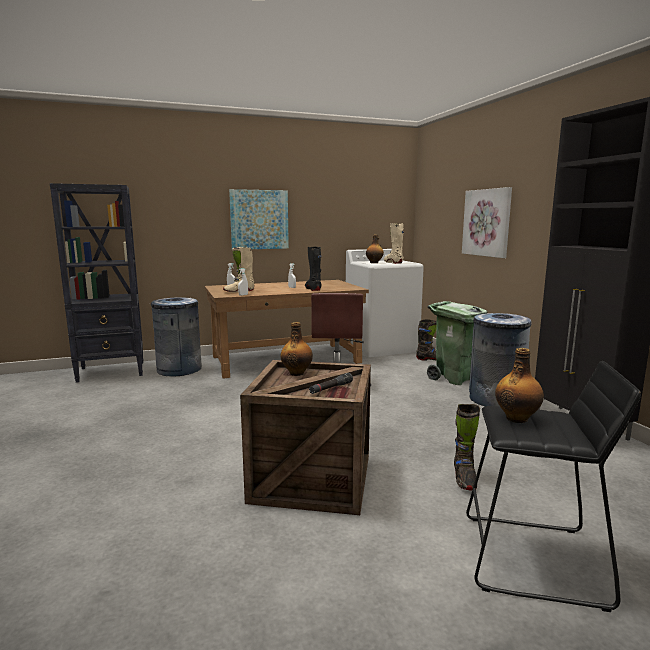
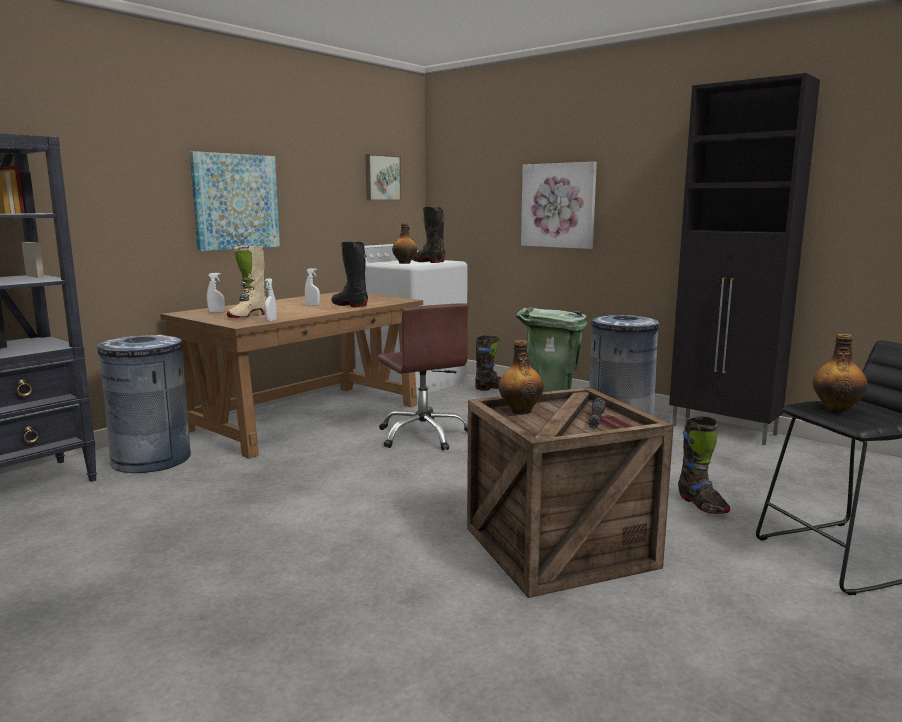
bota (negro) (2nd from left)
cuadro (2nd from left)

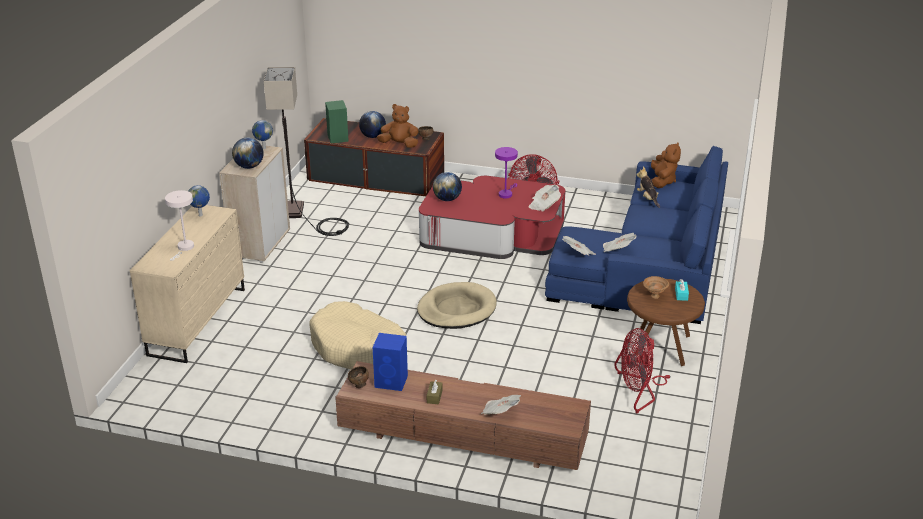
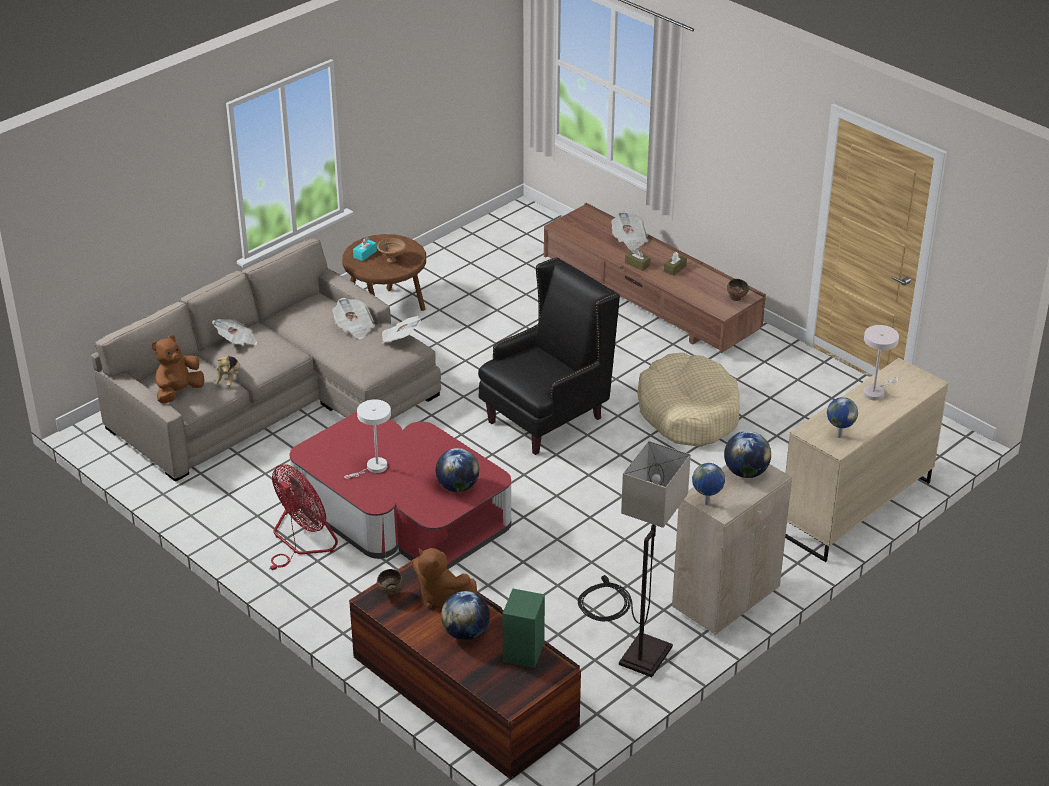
altavoz (azul)
sillón (negro)
lámpara de mesa (blanco) (1st from left)
periódico (1st from left)
sofá (beis)
ventilador (rojo) (2nd from left in the first image)
caja de pañuelos (marrón) (1st from left)

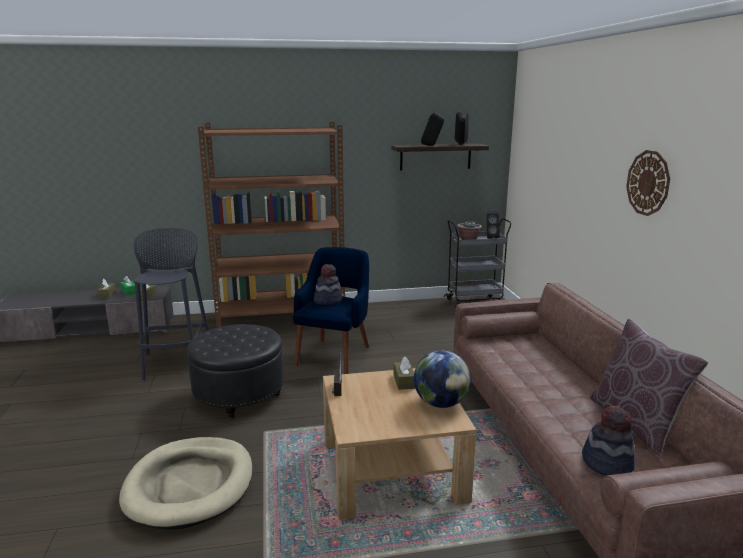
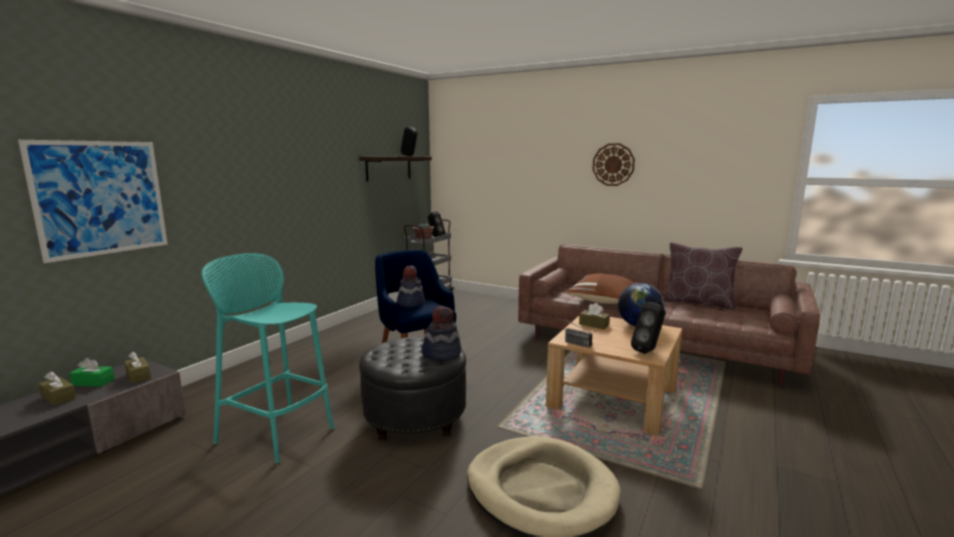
taburete (turquesa)
estantería (marrón)
altavoz (negro) (3rd from left)
sombrero (2nd from left)
cuadro
cojín (marrón) (1st from left)

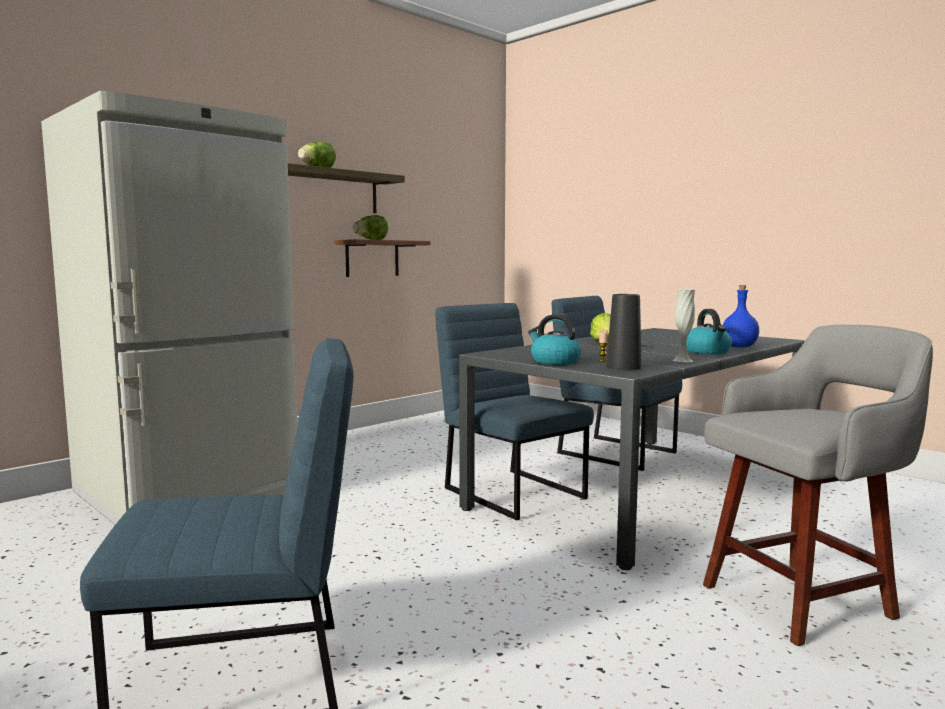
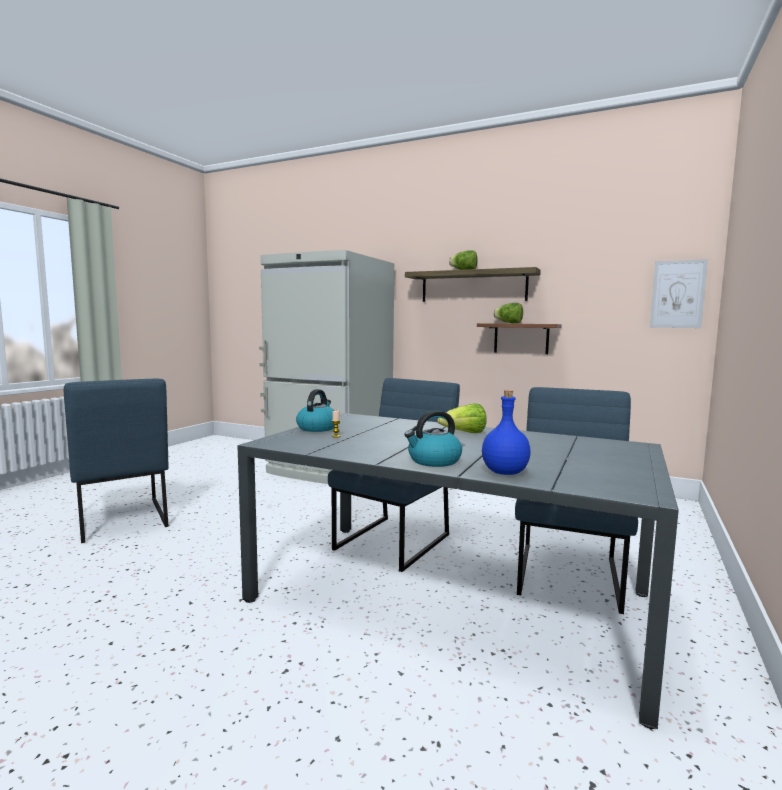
florero (negro)
florero (blanco)
taburete (gris)
cuadro

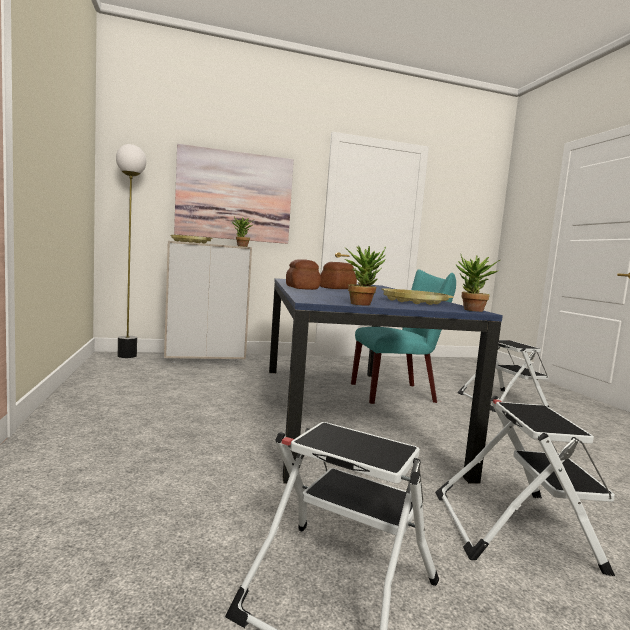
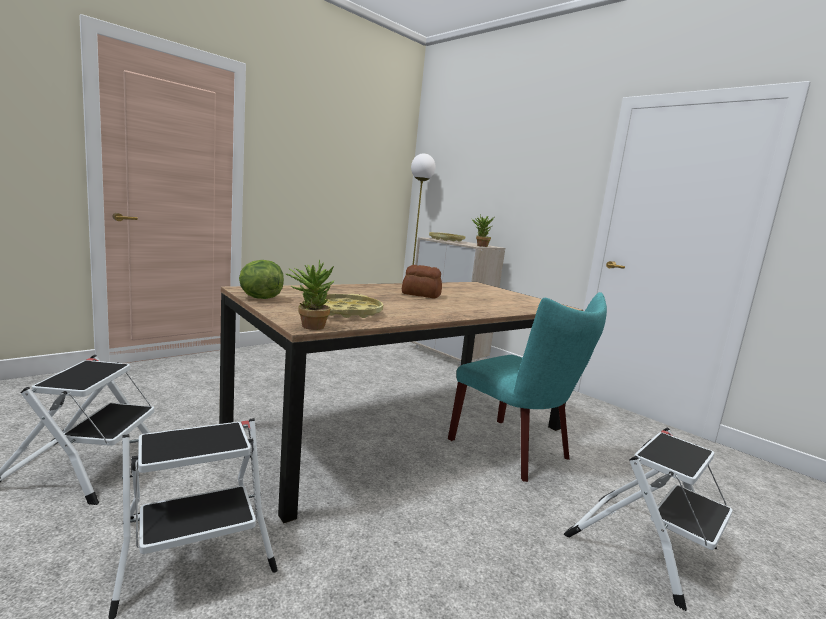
cuadro
mesa de comedor (marrón)
pan (1st from left in the first image)
lechuga

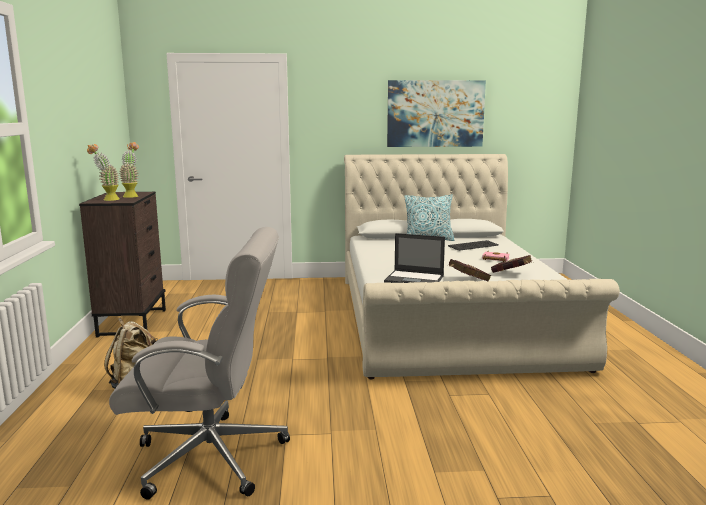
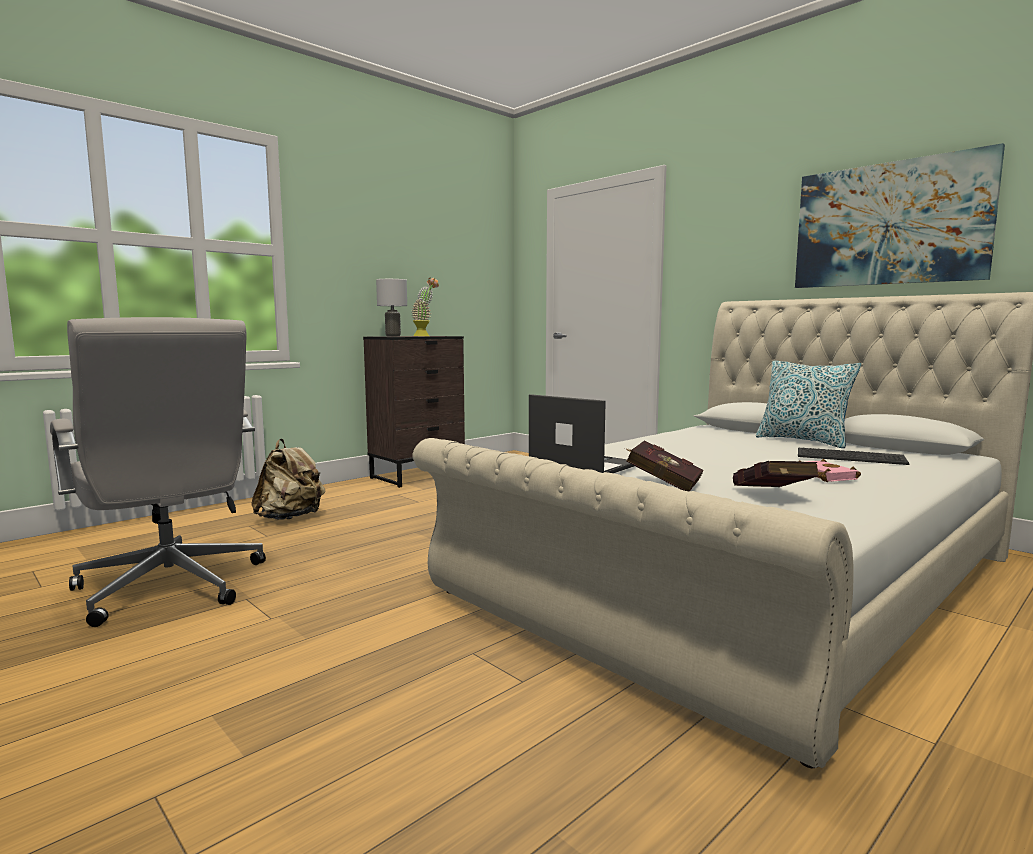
lámpara de mesa (blanco)
portátil

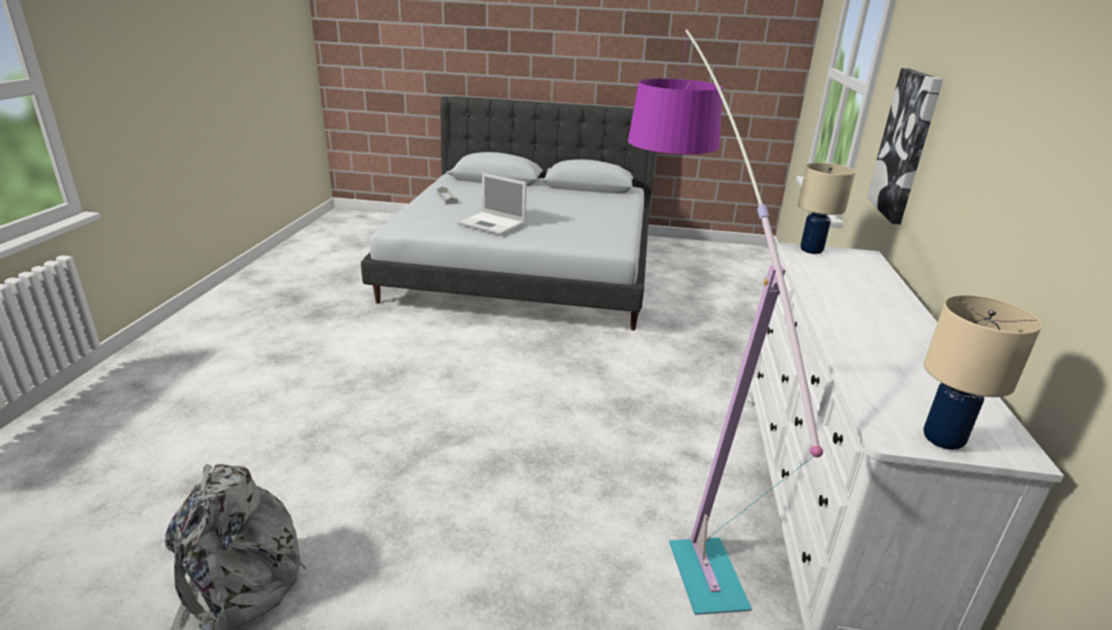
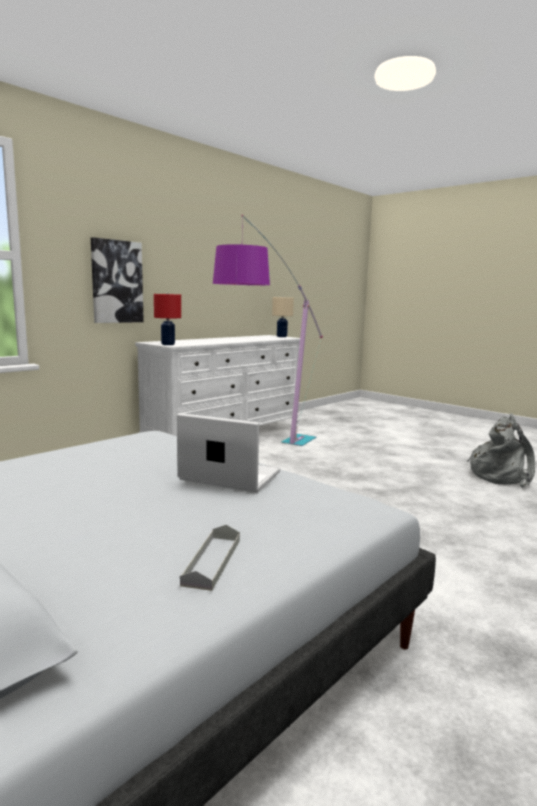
portátil
lámpara de mesa (rojo)

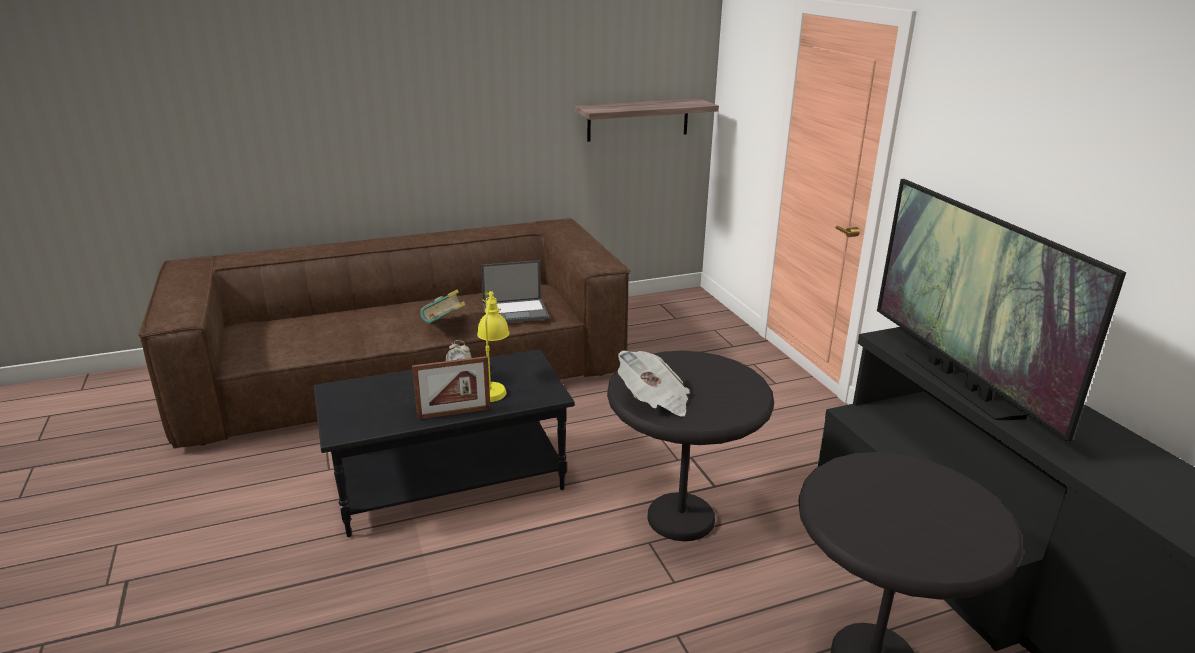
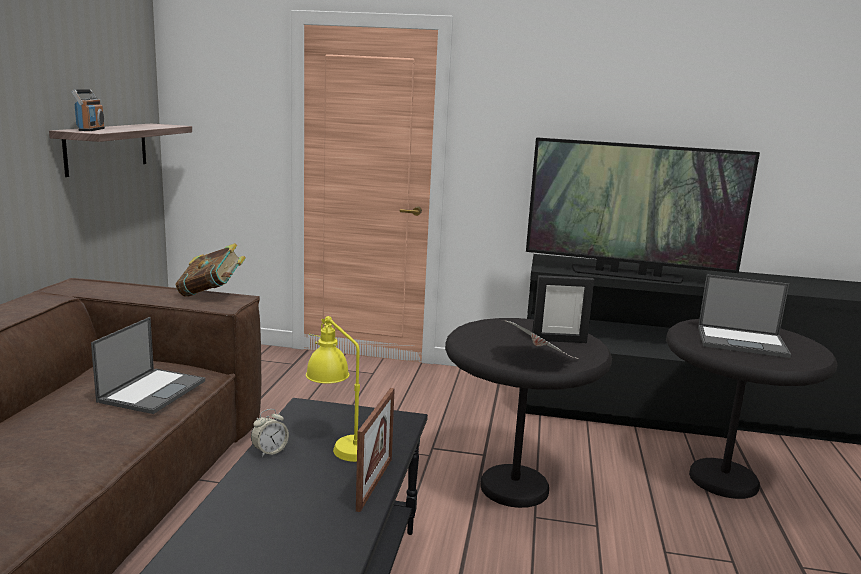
libro
radio
portarretratos (2nd from left)
portátil (2nd from left)

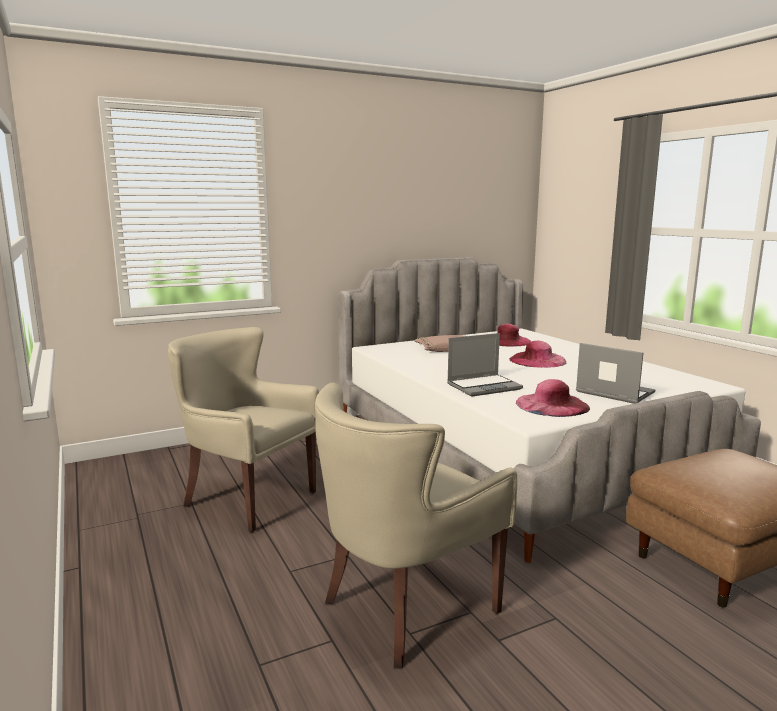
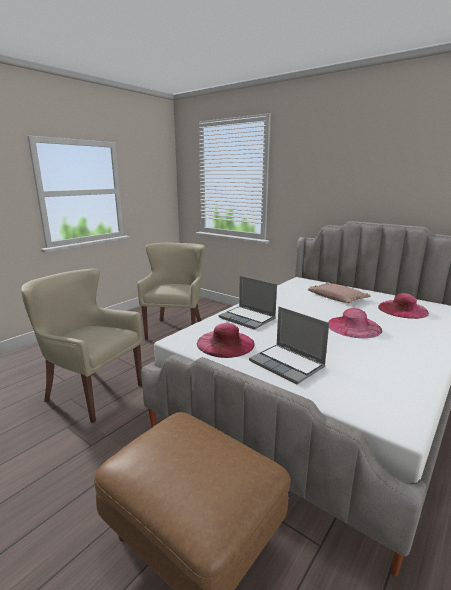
portátil (2nd from left)

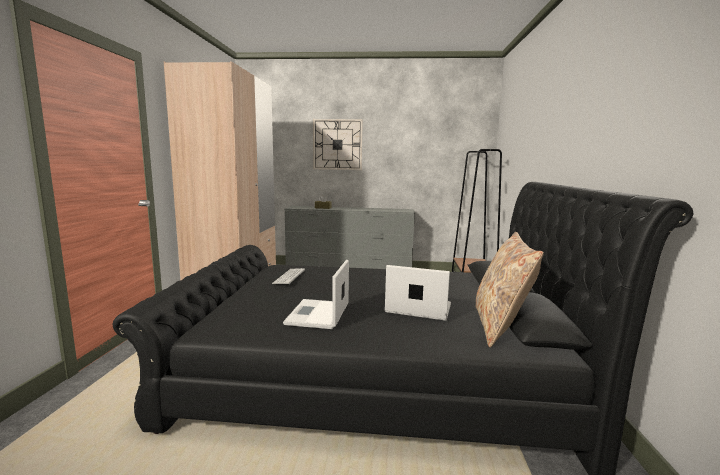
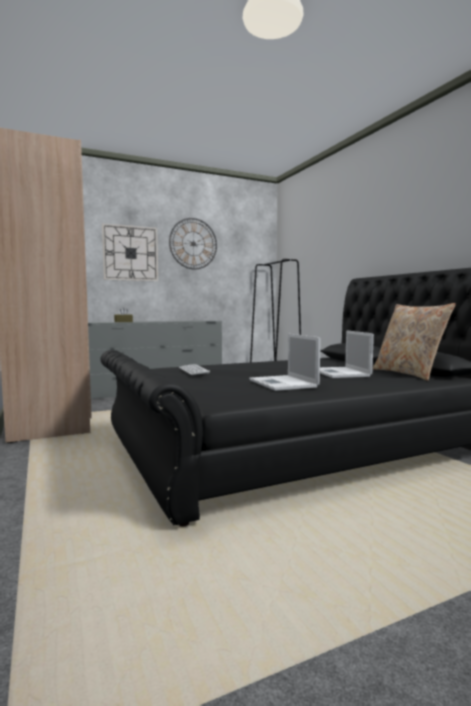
portátil (2nd from left)
reloj de pared (2nd from left)

